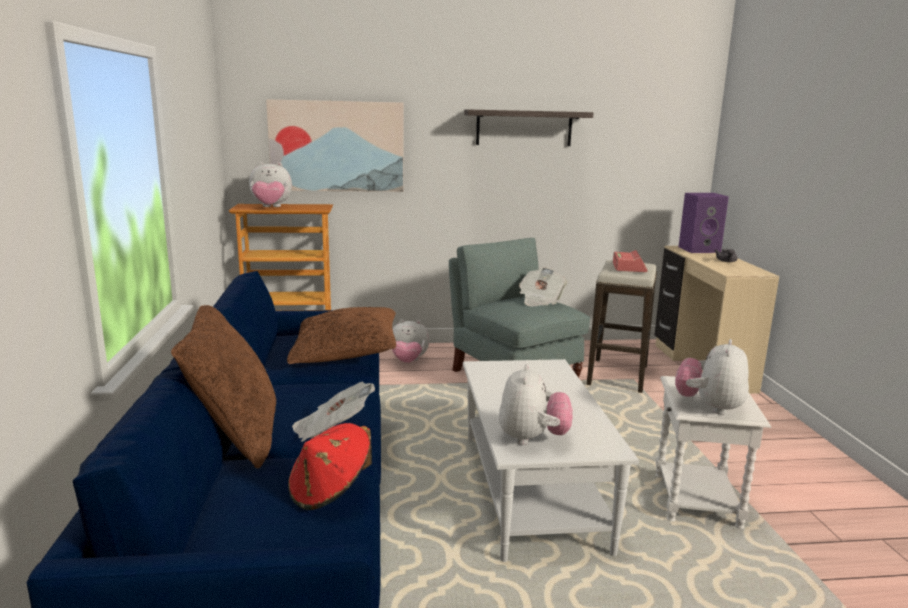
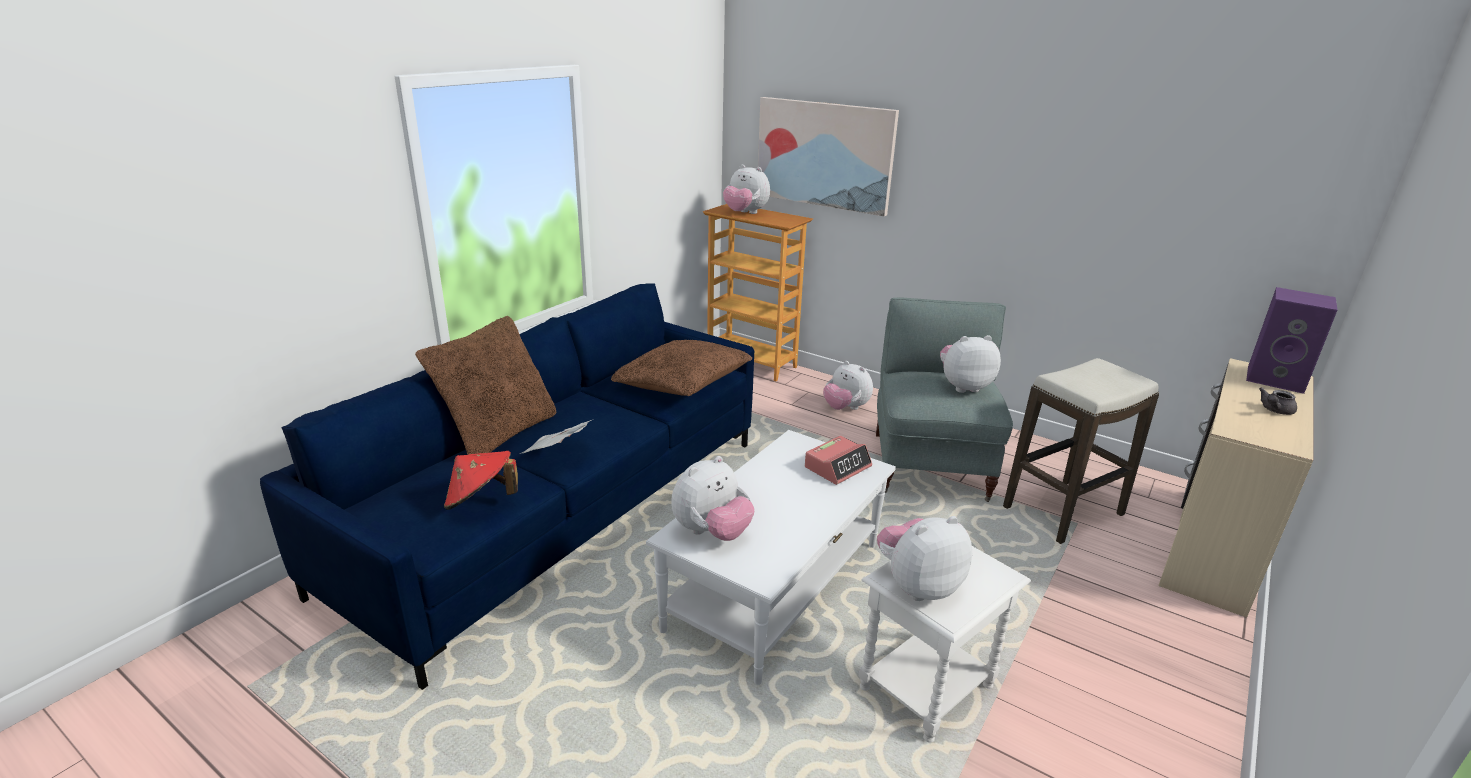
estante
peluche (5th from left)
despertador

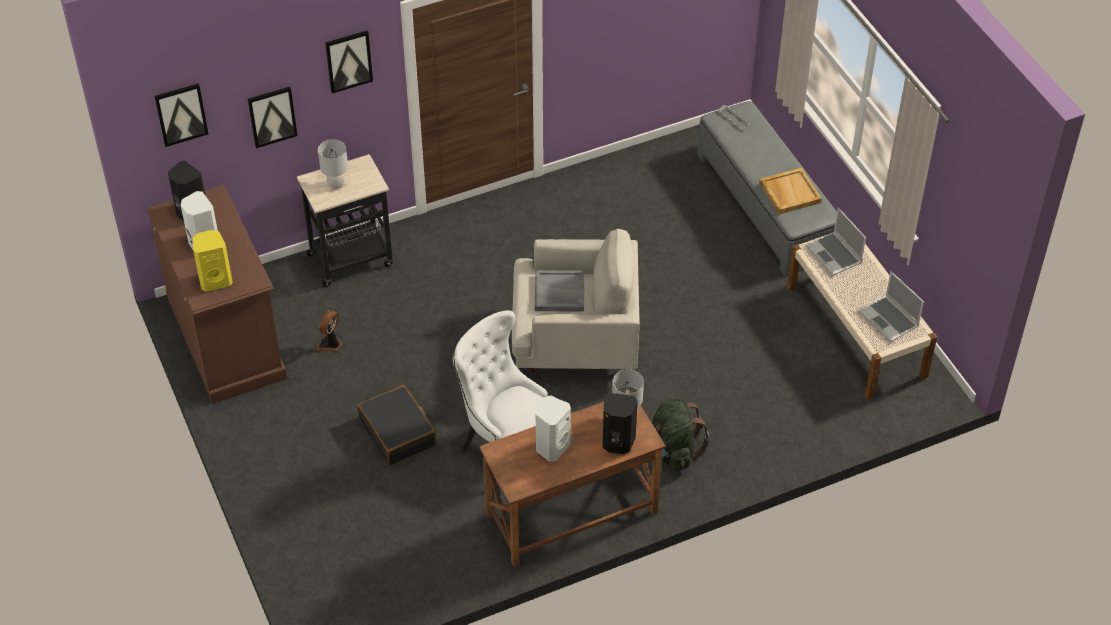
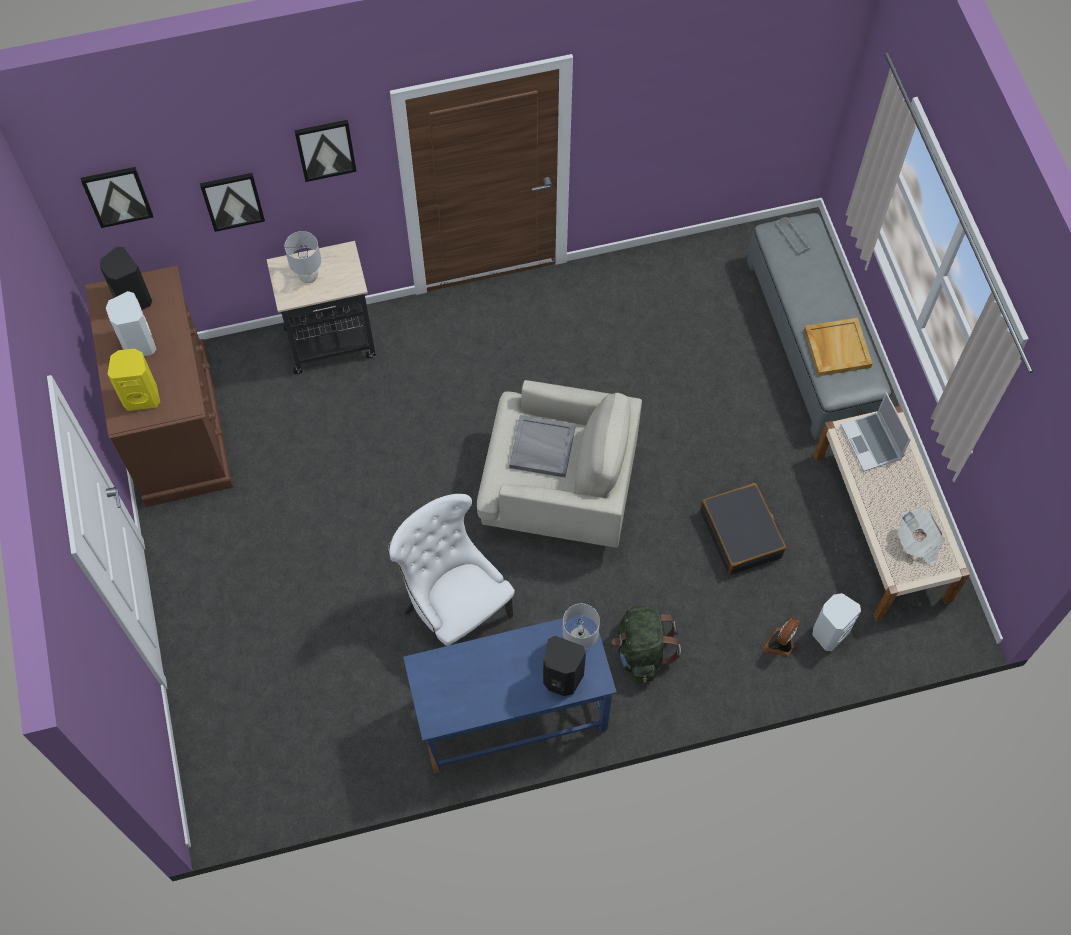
ventilador
maleta (negro)
escritorio (azul)
altavoz (blanco) (2nd from left)
periódico

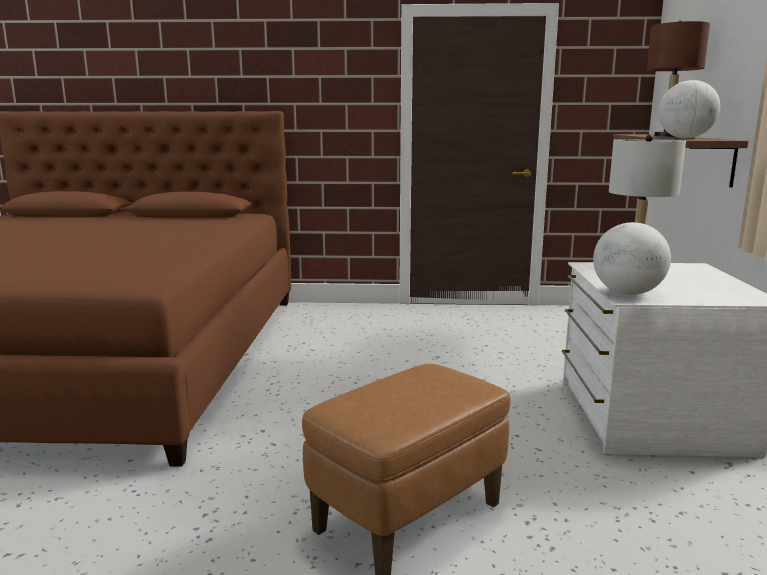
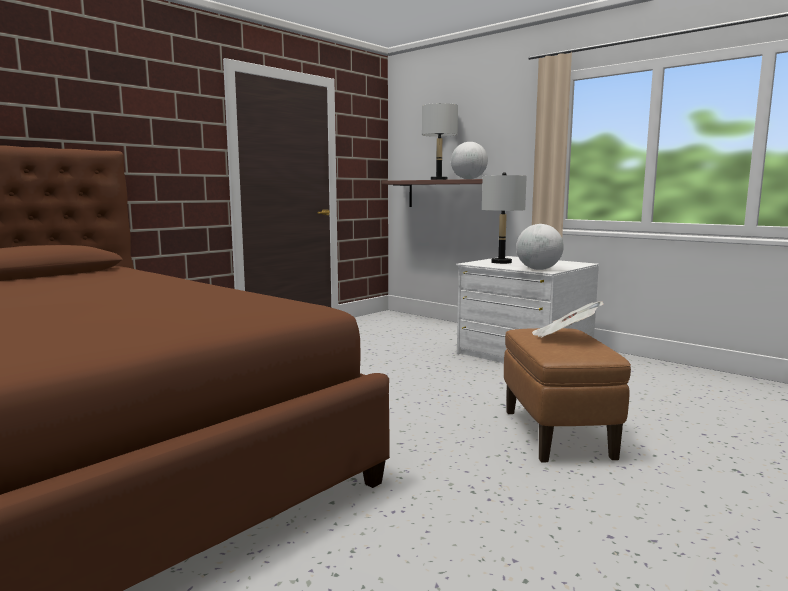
lámpara de mesa (gris) (1st from left)
periódico

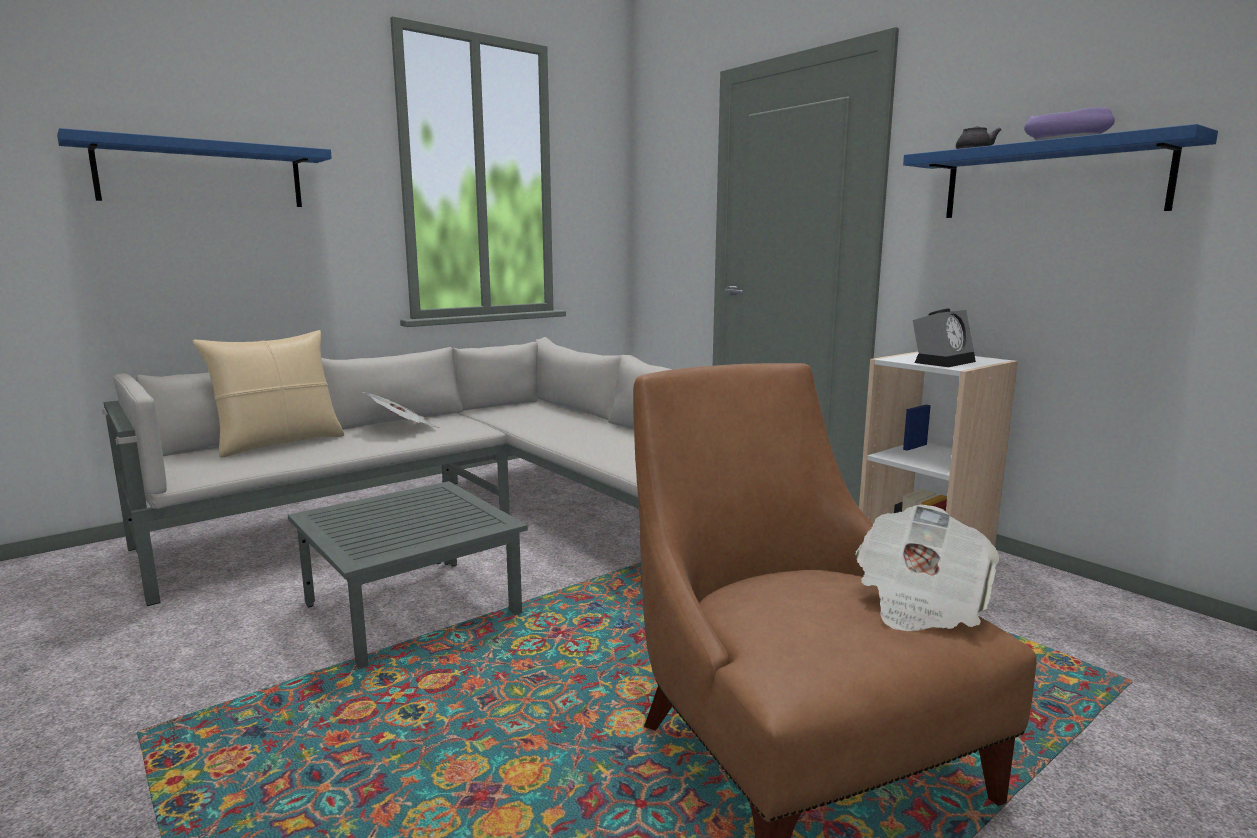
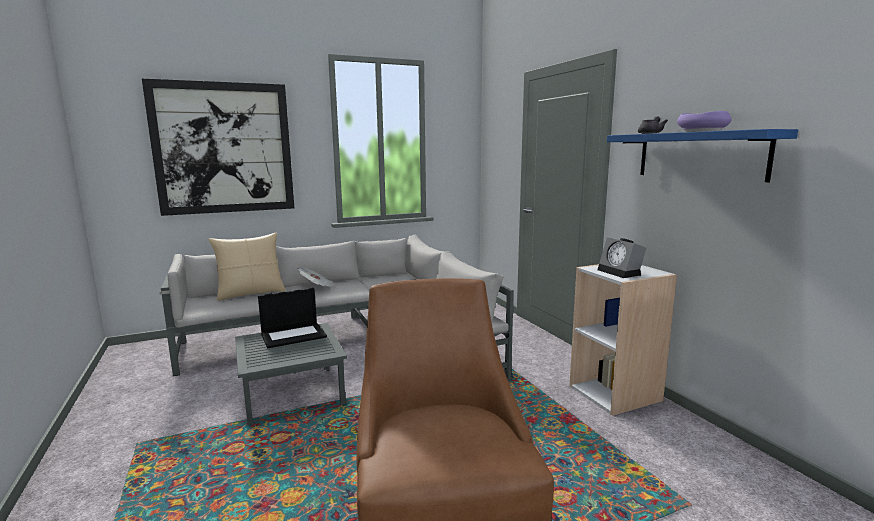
cuadro
periódico (2nd from left in the first image)
despertador
portátil

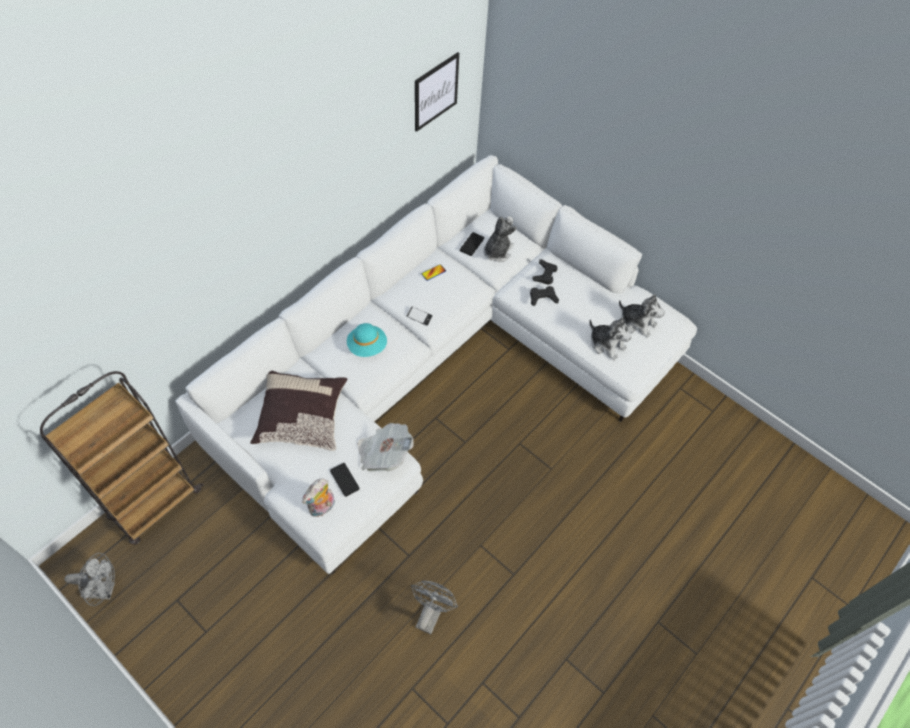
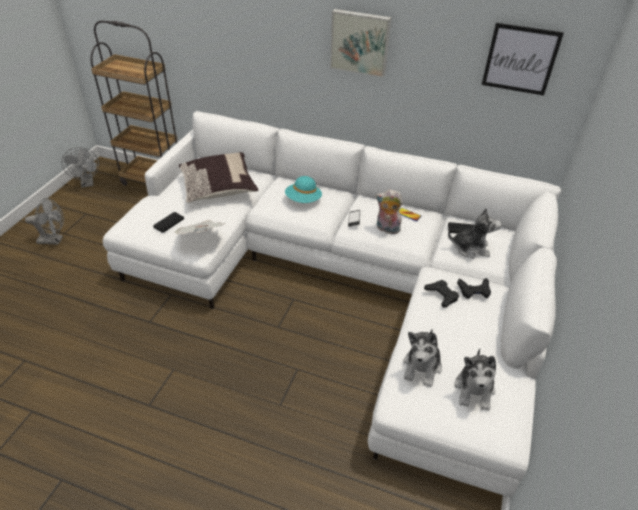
peluche (1st from left)
ventilador (gris) (1st from left)
cuadro (1st from left)

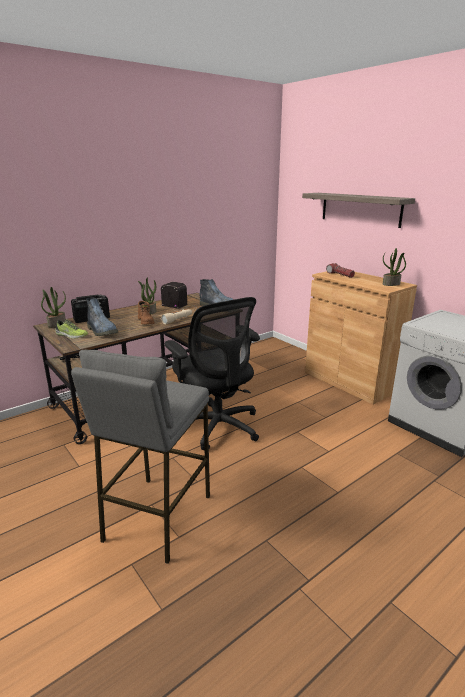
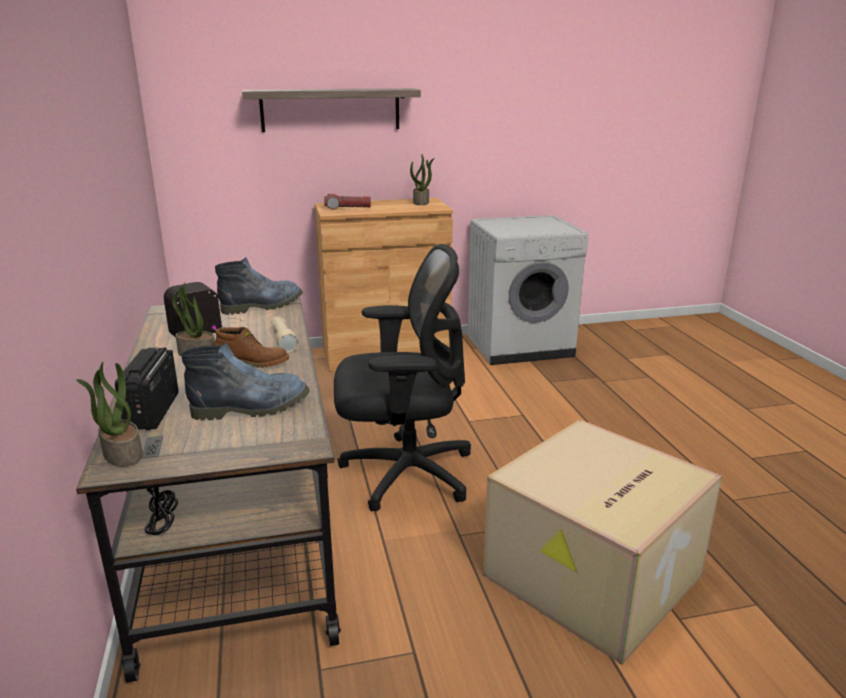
zapato
caja de cartón

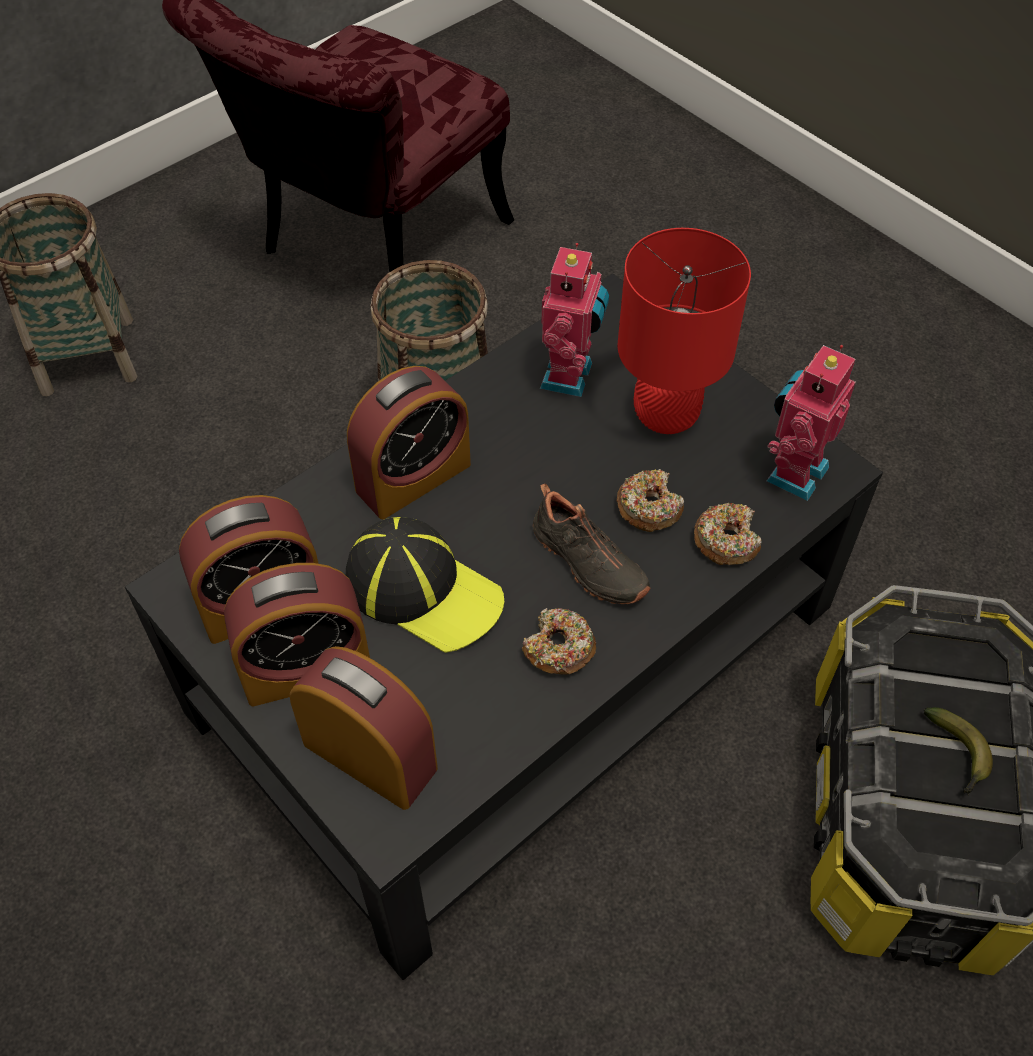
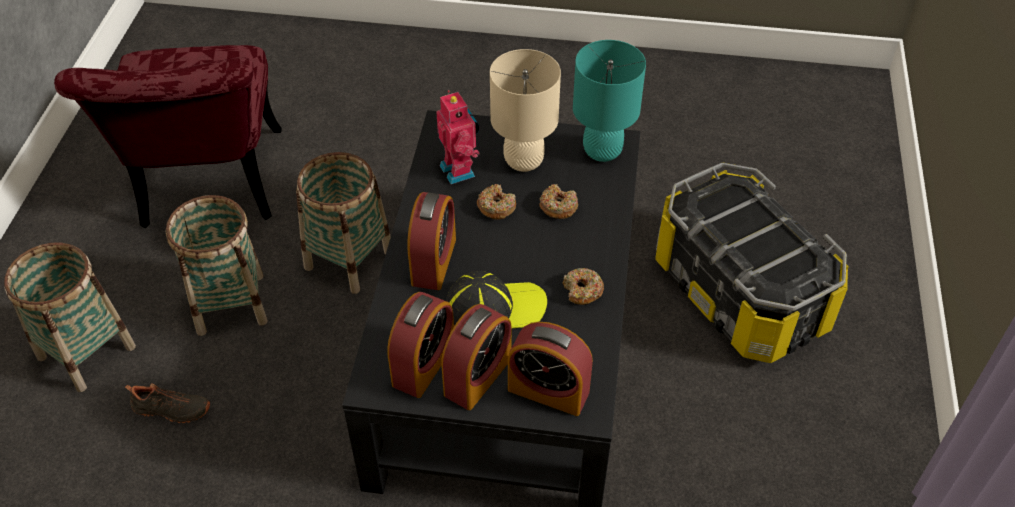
despertador (4th from left)
zapato (negro)
lámpara de mesa (beis)
rosquilla (1st from left)
lámpara de mesa (turquesa)
plátano
cesta (2nd from left)

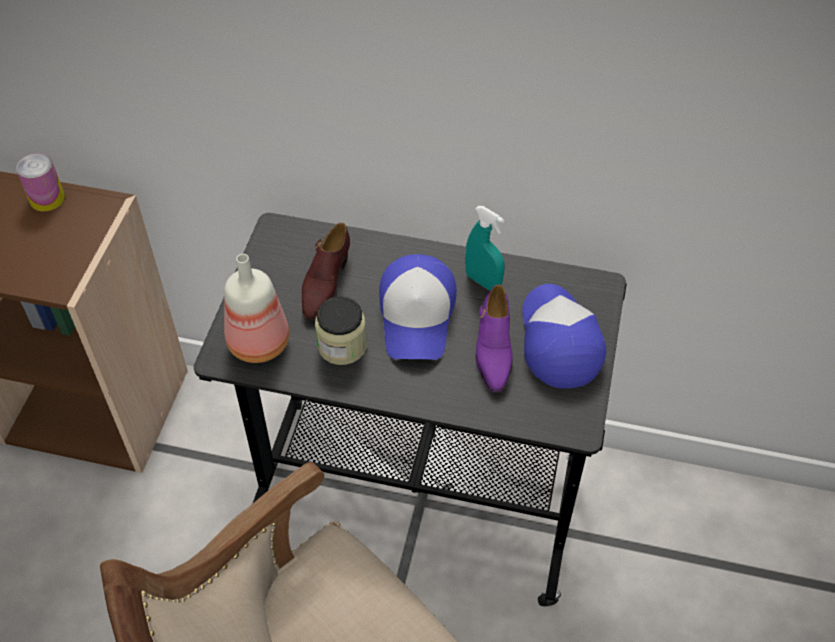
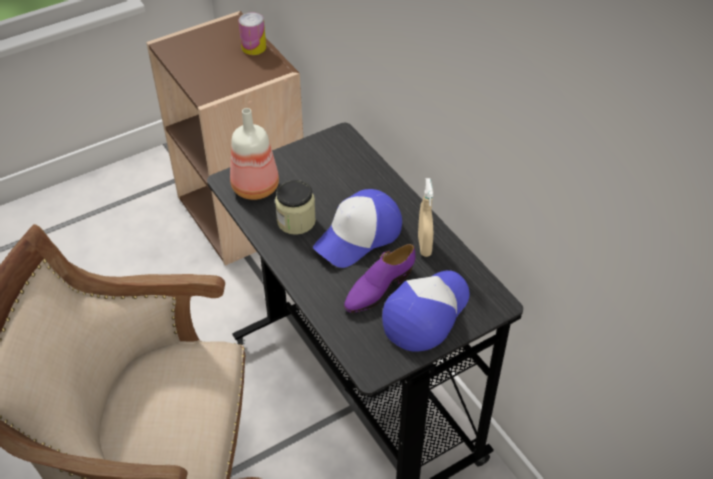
zapato (marrón)
pulverizador (beis)

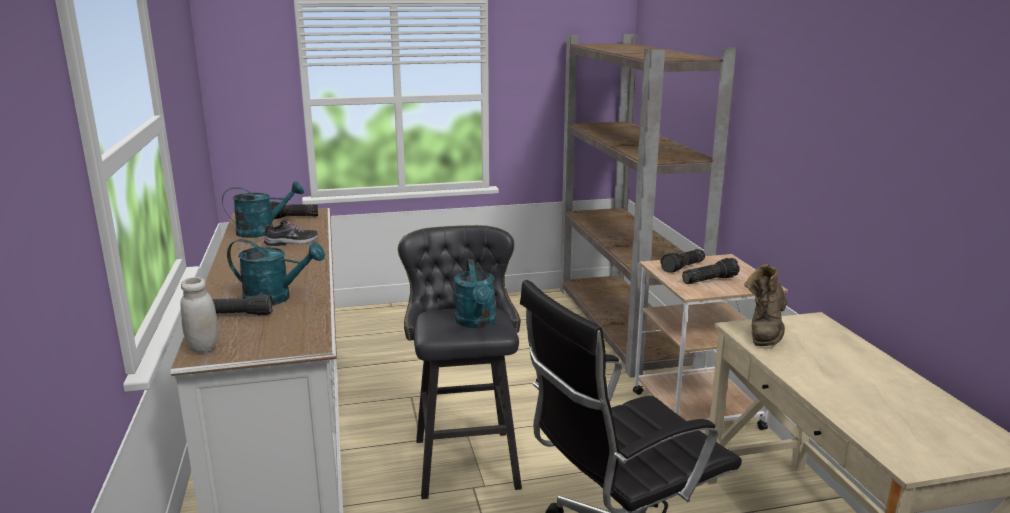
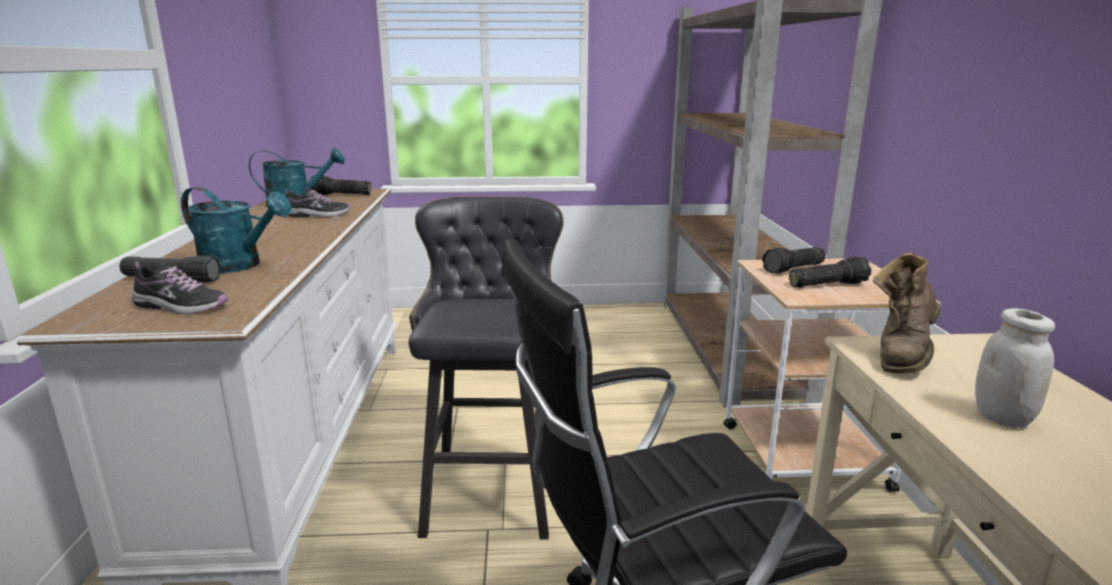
tarro (blanco)
regadera (turquesa) (3rd from left in the first image)
zapato (1st from left)

